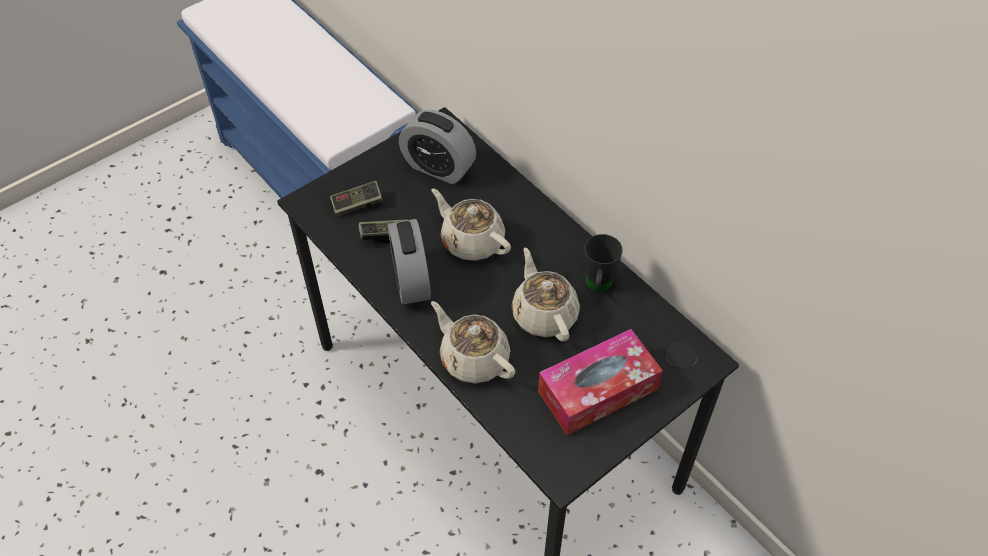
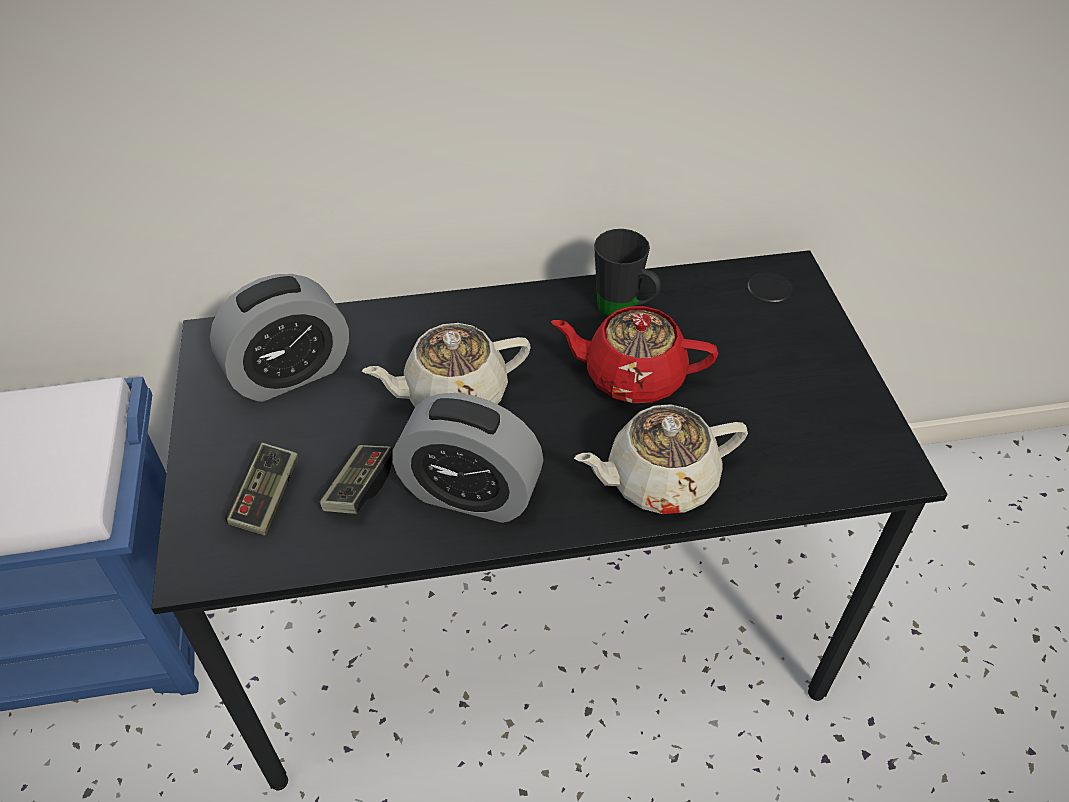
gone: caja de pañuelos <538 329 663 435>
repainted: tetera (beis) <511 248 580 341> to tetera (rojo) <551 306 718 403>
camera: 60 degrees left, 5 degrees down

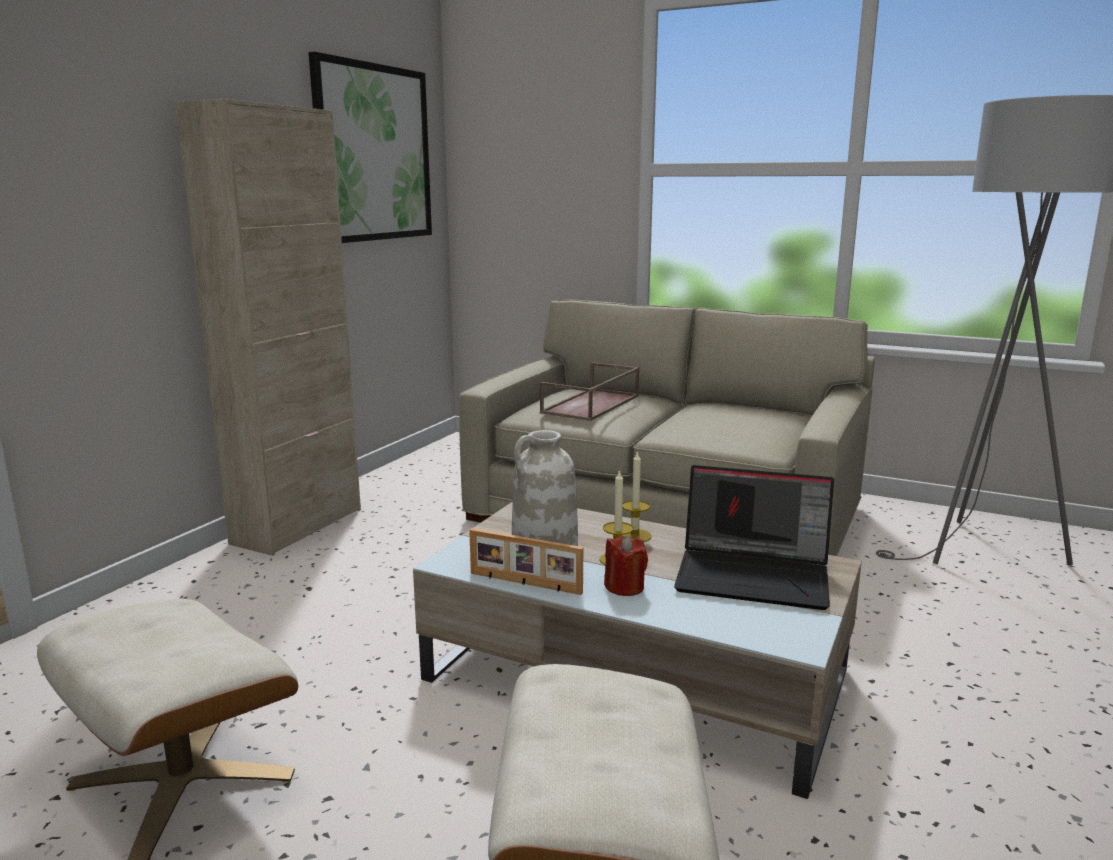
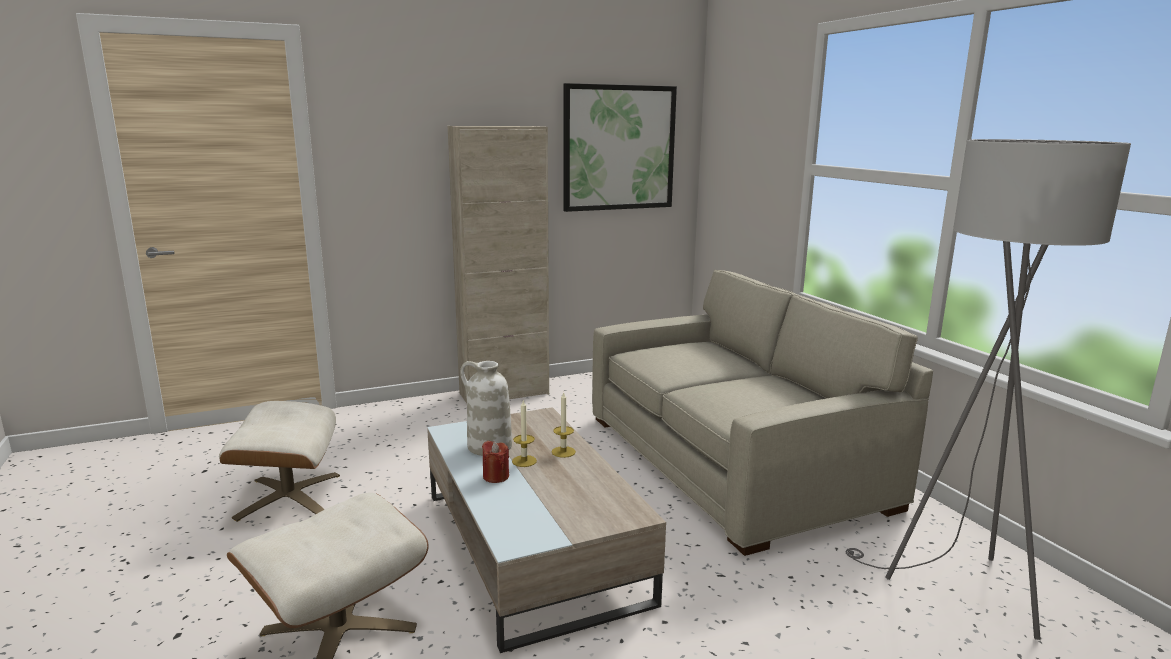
gone: bandeja (marrón) <540 362 639 421>; portátil <674 465 834 610>; portarretratos <469 528 583 595>
camera: 40 degrees right, 0 degrees up

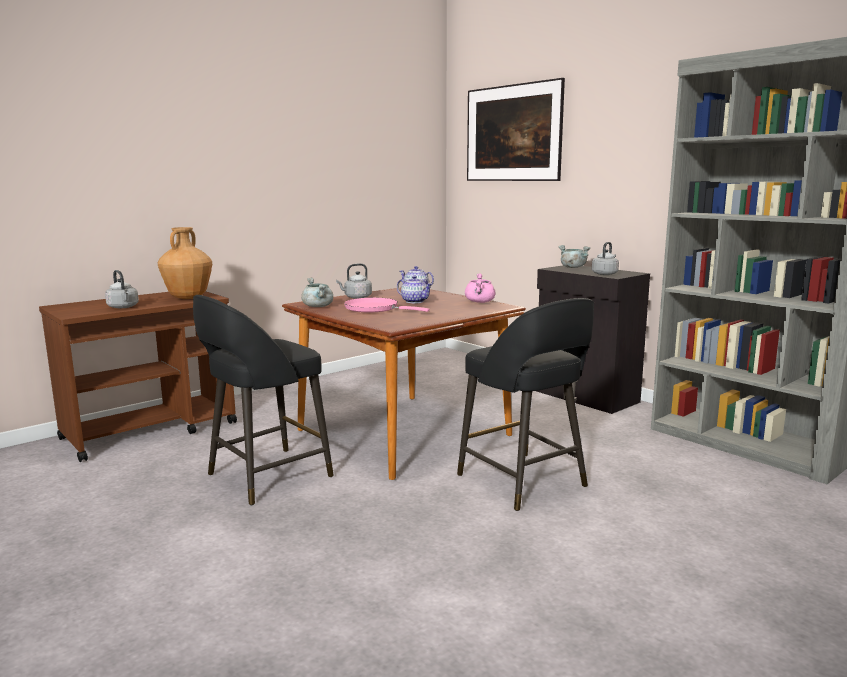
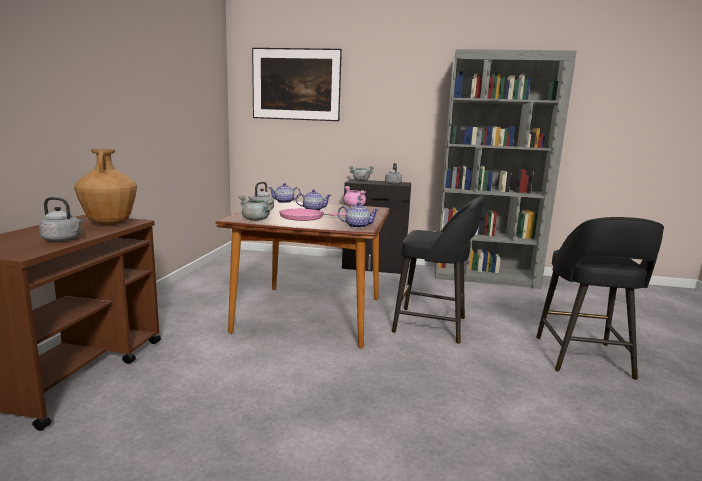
new: tetera <338 202 379 228>
shifted: taburete (negro) <193 295 334 505> to <536 217 664 380>
camera: 40 degrees left, 0 degrees up

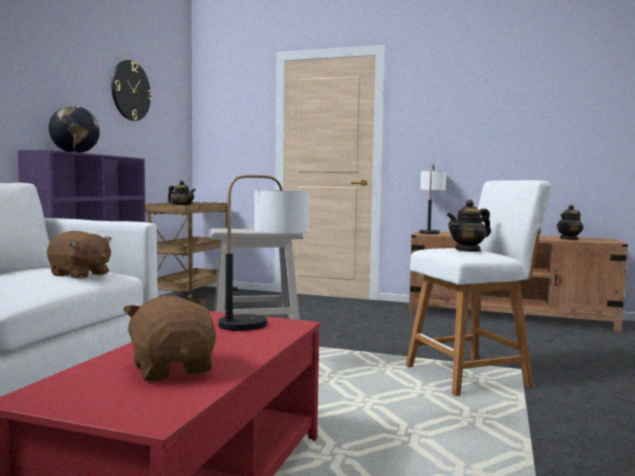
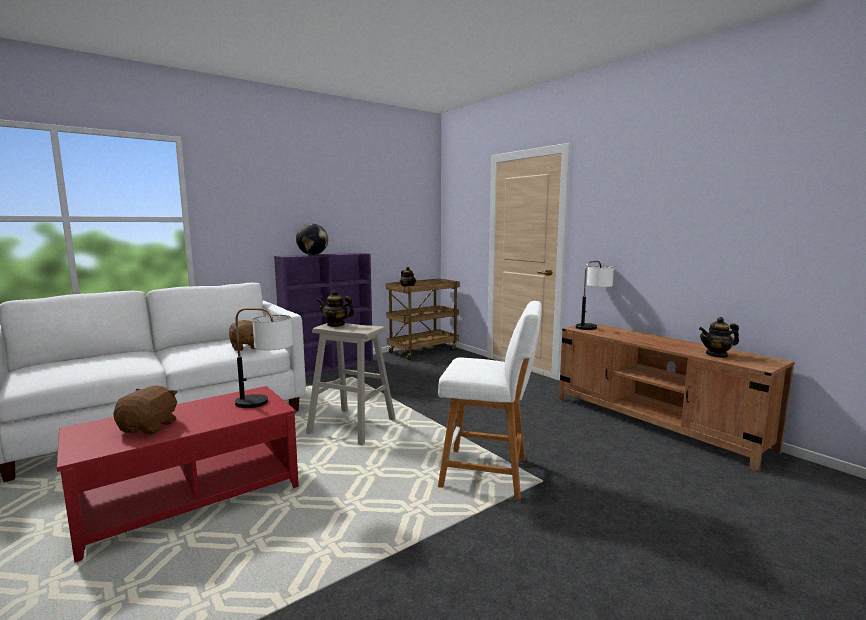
gone: reloj de pared <111 60 152 121>
shifted: tetera <447 200 491 252> to <317 290 355 327>
camera: 35 degrees right, 5 degrees up

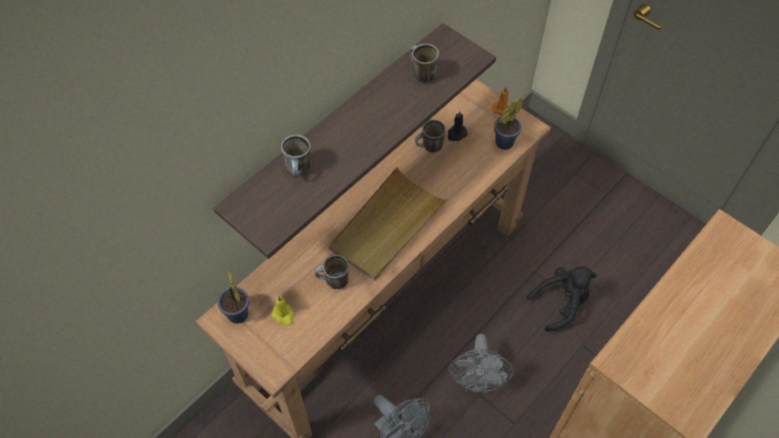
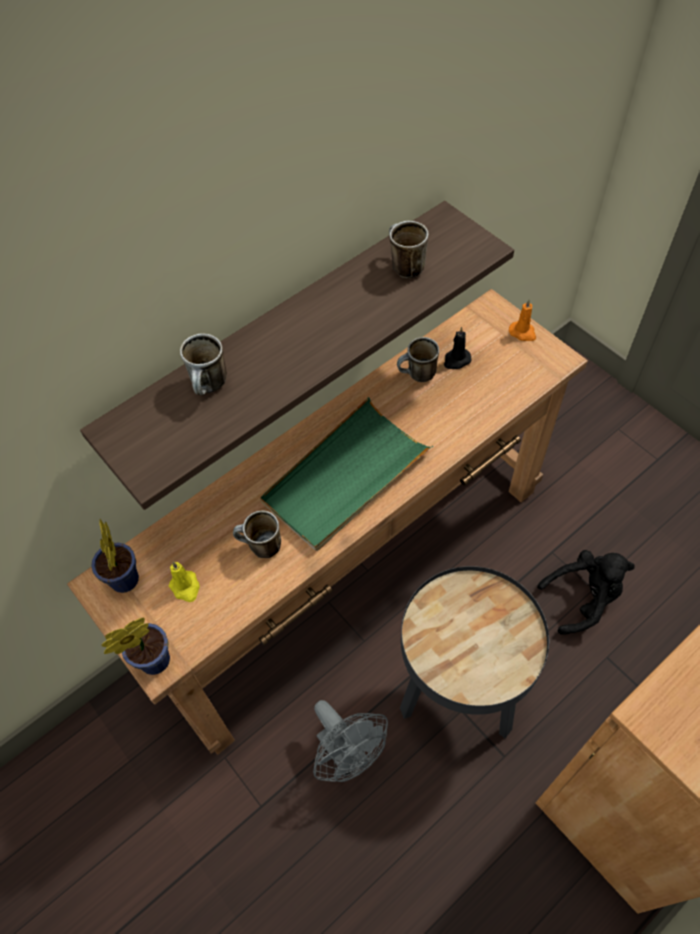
shifted: planta en maceta <494 98 523 150> to <102 617 170 675>
swapped: ventilador (gris) <448 334 514 393> to mesa auxiliar (negro) <400 566 549 738>
repainted: bandeja (beis) <329 167 448 281> to bandeja (verde) <260 397 433 551>
camera: 10 degrees right, 0 degrees up

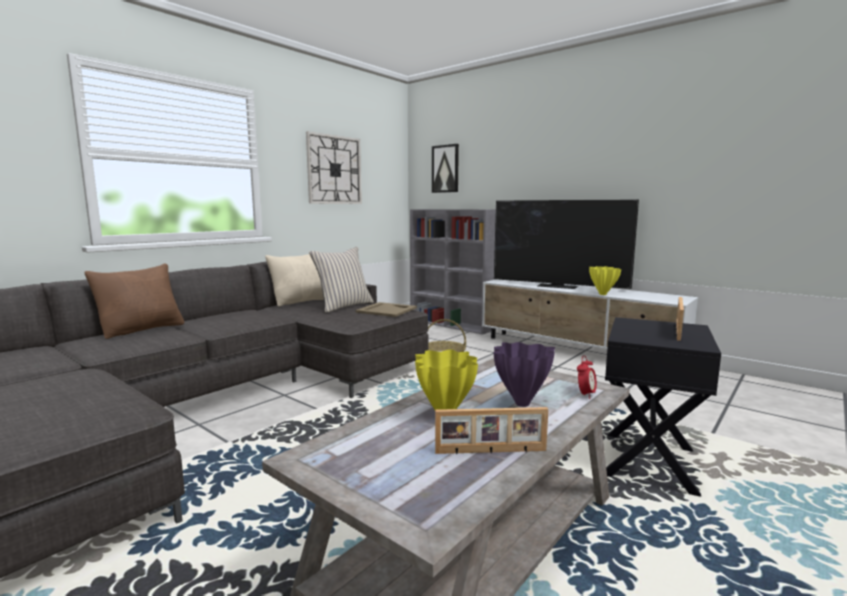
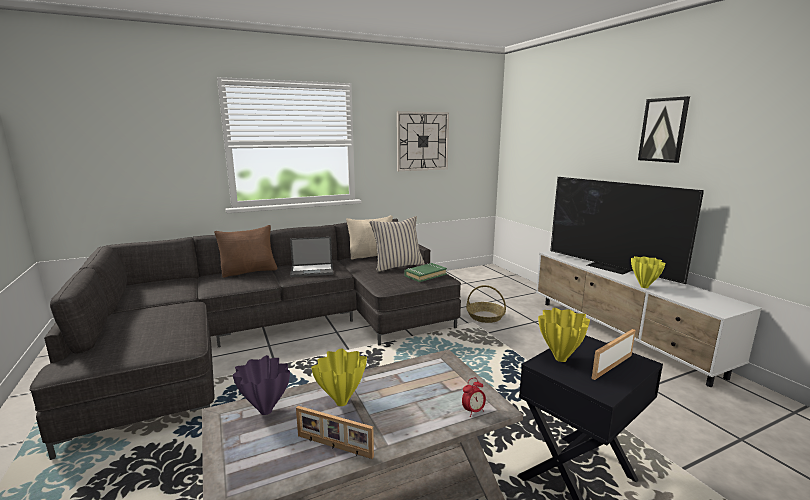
gone: estantería (gris) <410 209 496 335>
new: portátil <290 237 333 277>; florero (amarillo) <538 308 590 362>
shifted: cuadro <432 144 459 193> to <638 96 690 163>; florero (morado) <493 342 555 407> to <233 355 290 415>
swapped: bandeja (beis) <355 302 417 317> to libro (verde) <405 263 447 282>
camera: 25 degrees right, 5 degrees up

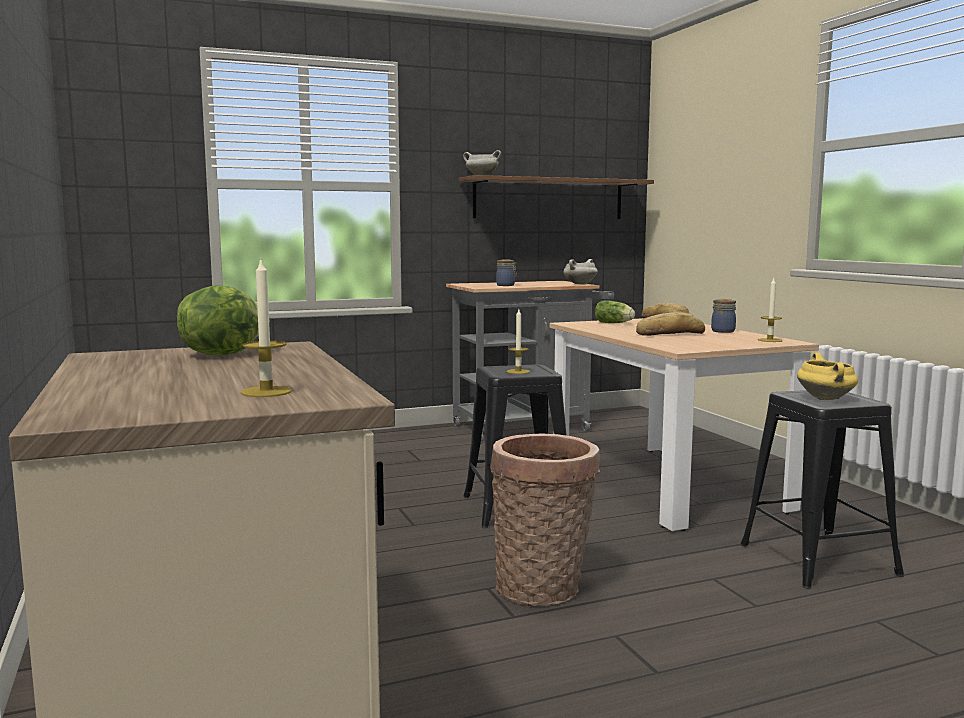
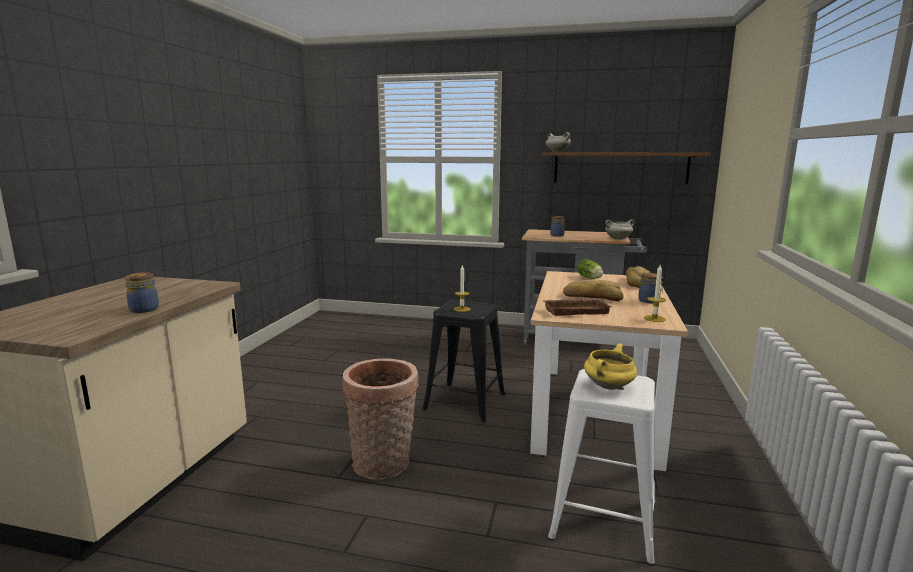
gone: vela <241 260 292 397>; lechuga <177 285 259 355>
new: tarro <125 273 159 313>; bandeja (marrón) <543 299 612 316>
repainted: taburete (negro) <740 390 904 589> to taburete (blanco) <548 369 655 566>
camera: 35 degrees right, 5 degrees up

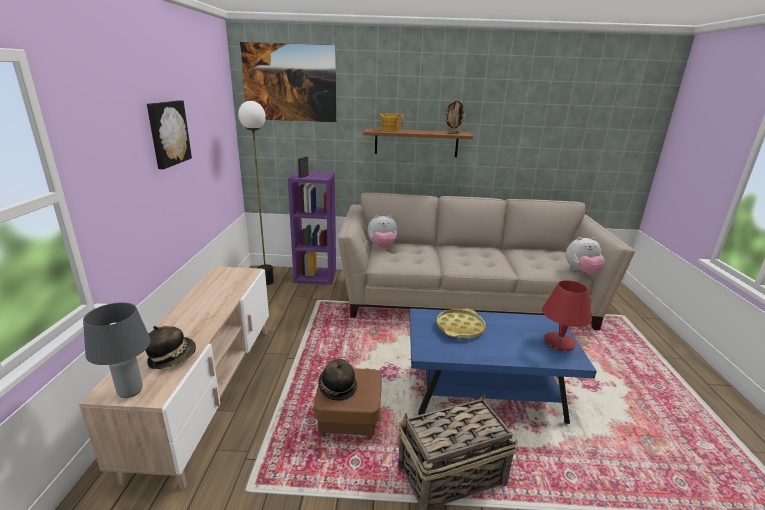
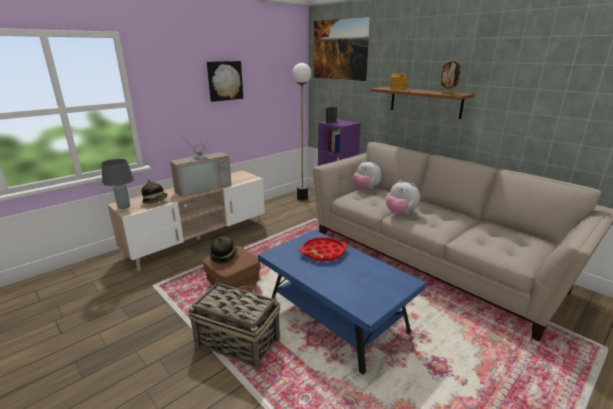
gone: lámpara de mesa (rojo) <542 280 592 351>
new: televisor <170 130 232 197>
shifted: peluche <566 237 605 274> to <386 180 420 214>
repainted: bandeja (amarillo) <437 309 486 339> to bandeja (rojo) <299 237 348 261>
camera: 45 degrees right, 0 degrees up

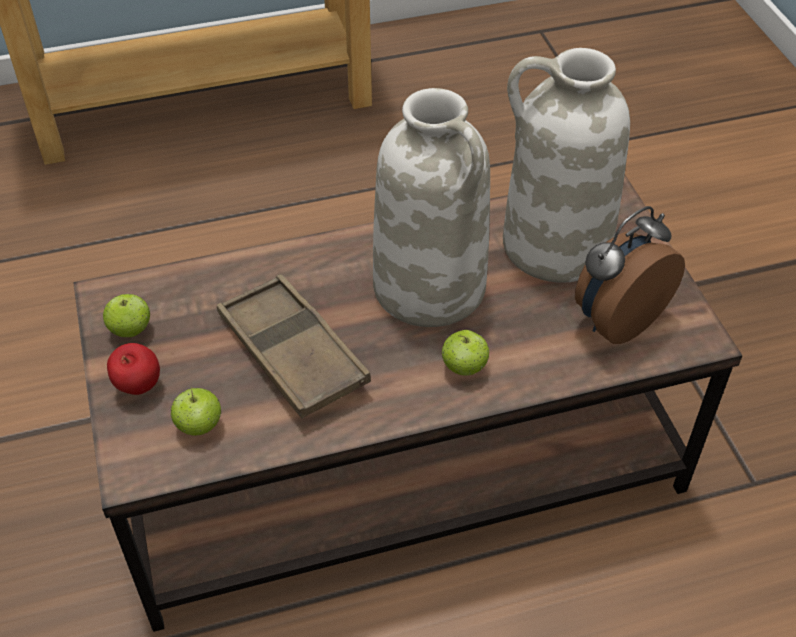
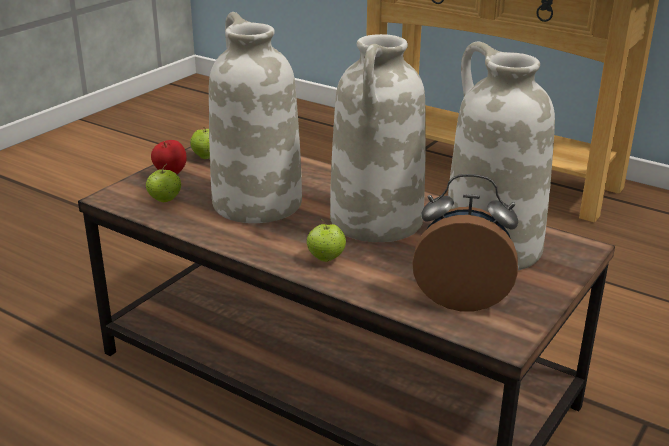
swapped: bandeja (marrón) <217 274 371 418> to florero (blanco) <209 12 302 223>
camera: 50 degrees right, 20 degrees down

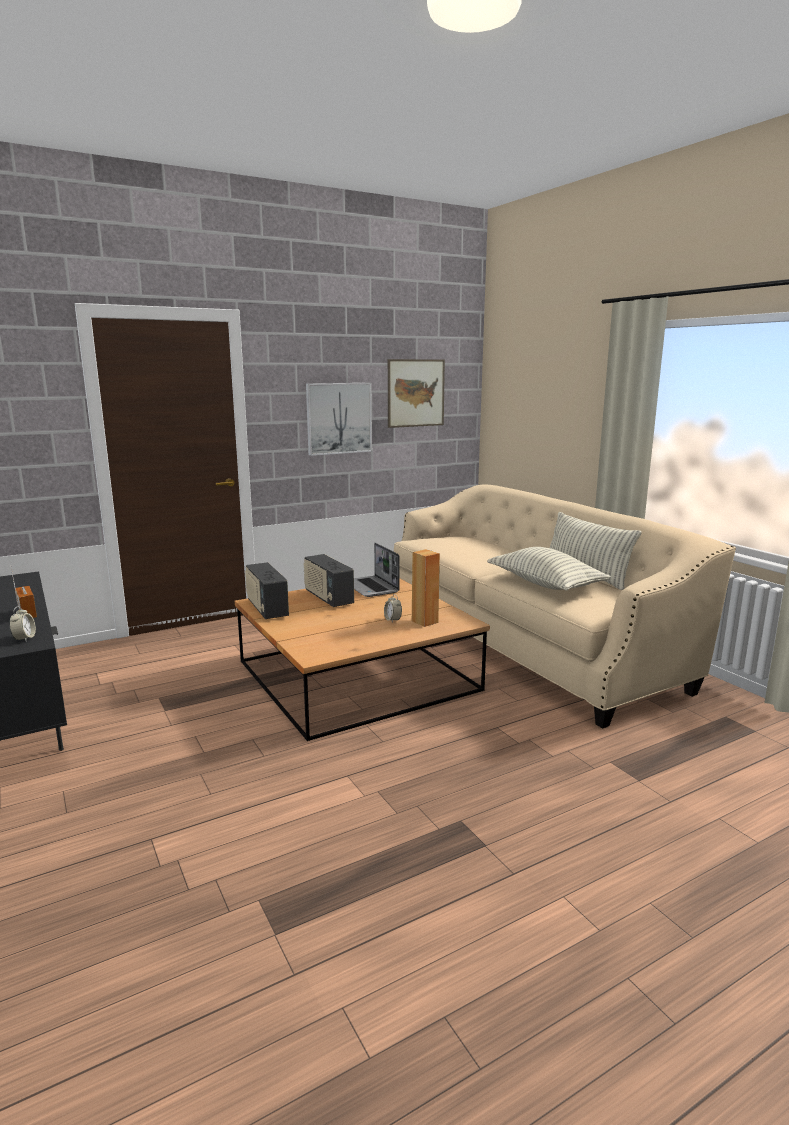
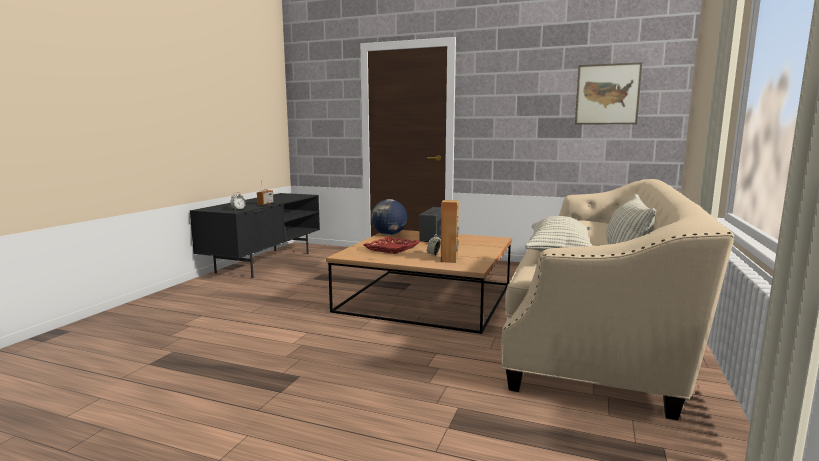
gone: cuadro <306 383 372 456>; portátil <354 543 399 597>
new: bandeja (rojo) <363 236 420 254>
swapped: radio <245 562 289 619> to globo terráqueo <371 199 407 235>
camera: 50 degrees right, 5 degrees down

